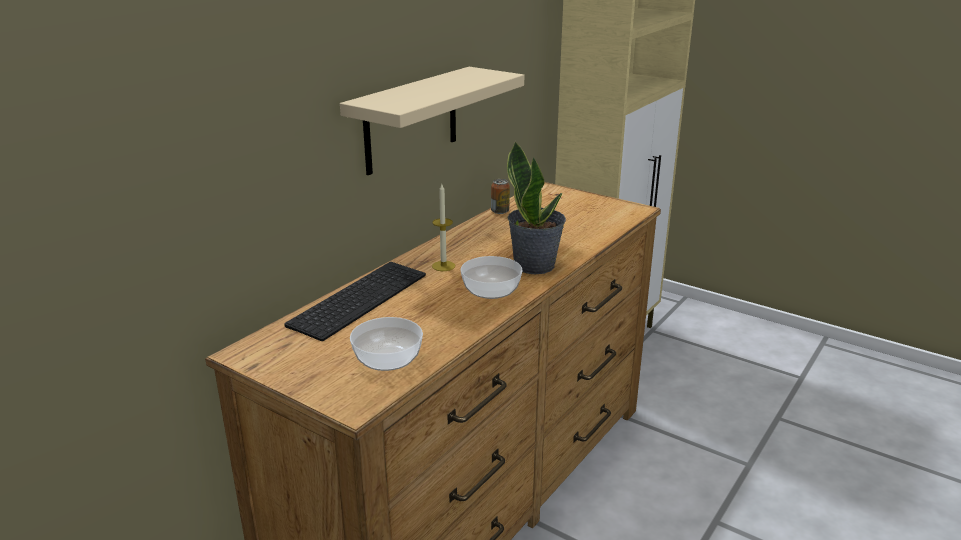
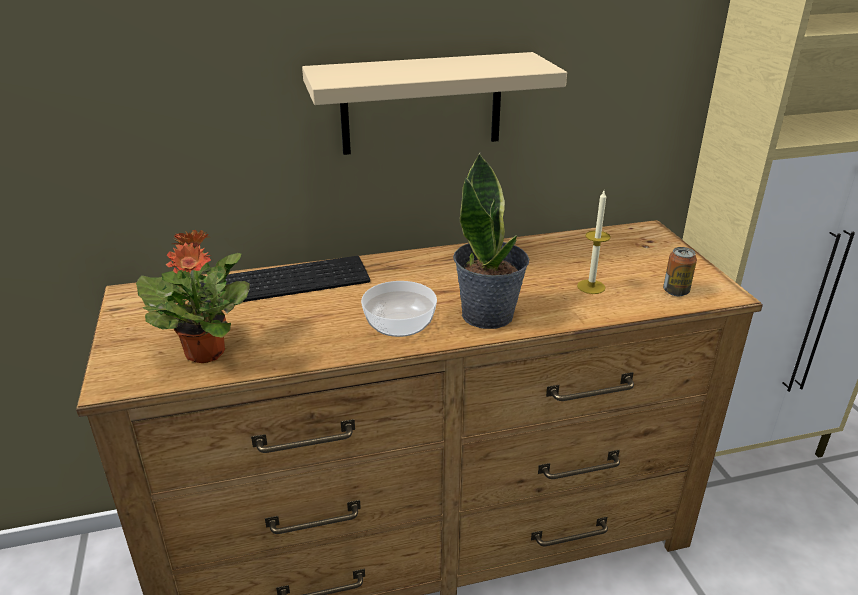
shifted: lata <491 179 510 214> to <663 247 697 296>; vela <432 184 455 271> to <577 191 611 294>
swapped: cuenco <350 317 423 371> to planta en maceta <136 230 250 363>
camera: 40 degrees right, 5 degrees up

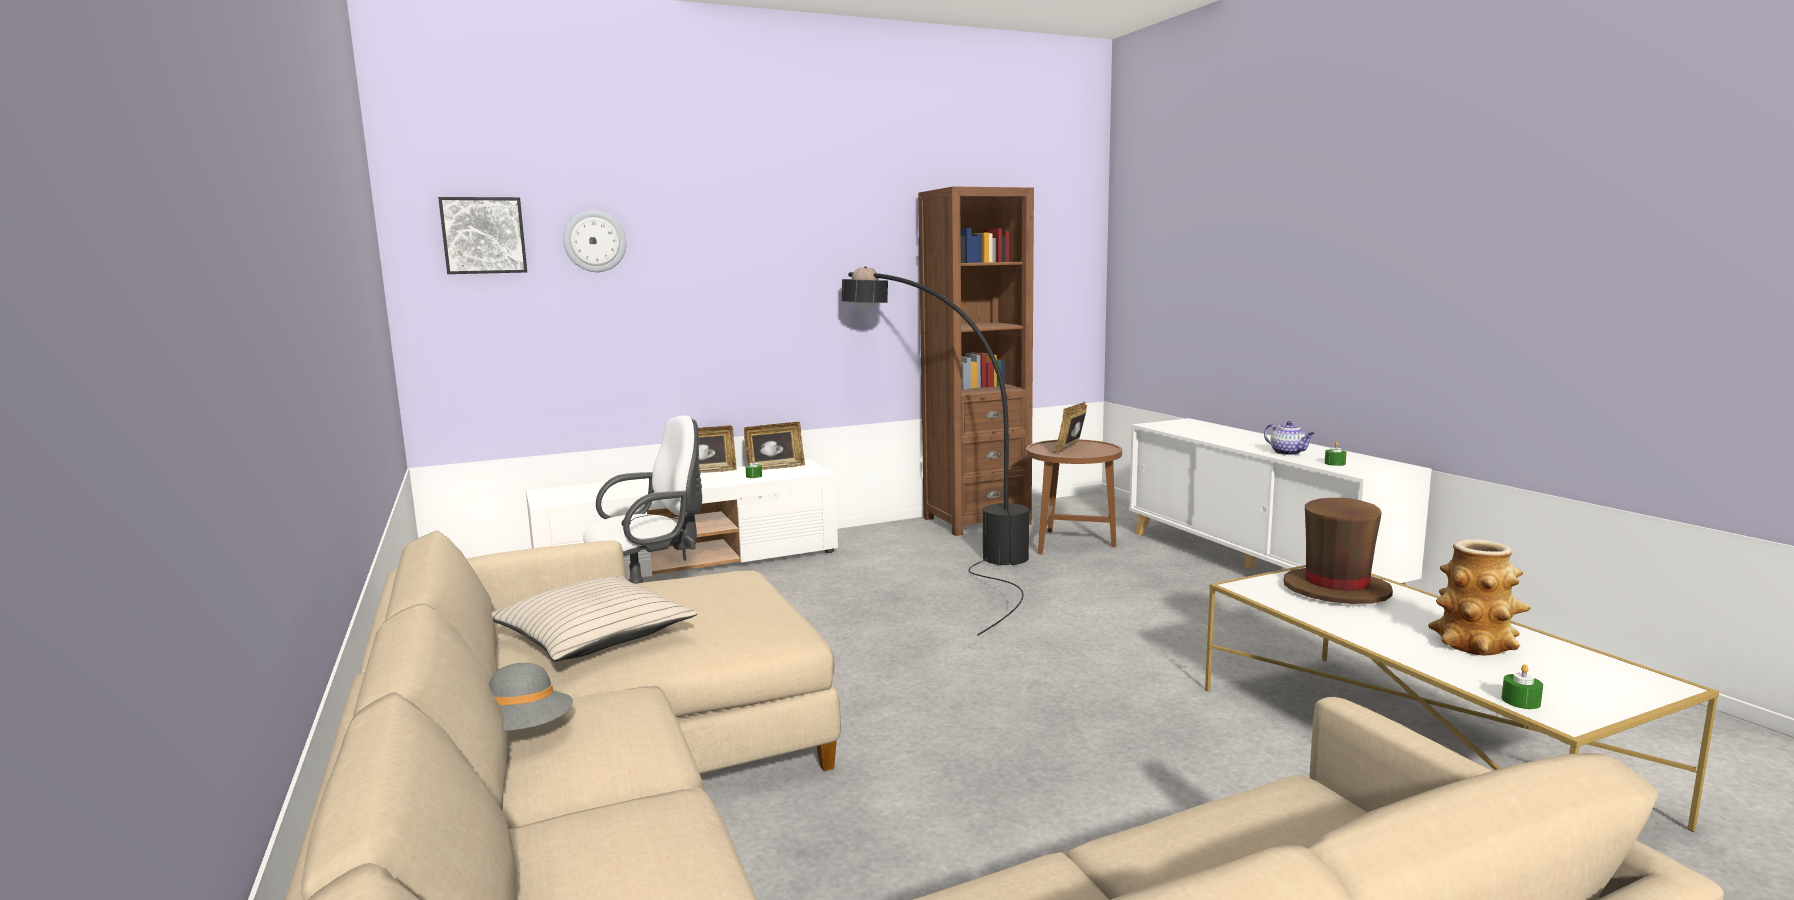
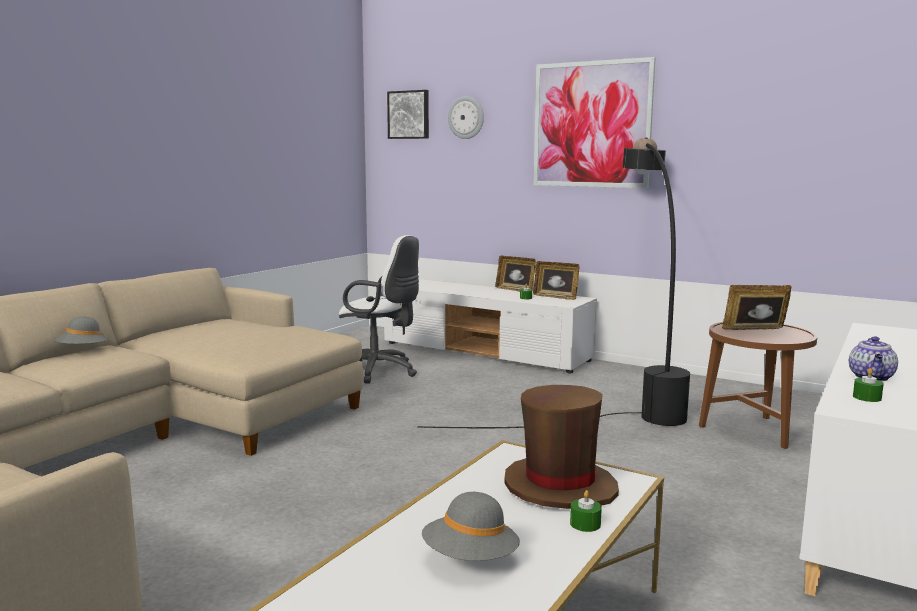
gone: estantería (marrón) <918 187 1034 536>; cojín (beis) <492 576 697 662>
new: cuadro <534 57 655 188>
shifted: vela (verde) <1501 664 1543 709> to <570 490 602 532>
swapped: florero <1428 539 1531 655> to sombrero (gris) <422 492 520 561>
camera: 55 degrees right, 0 degrees up

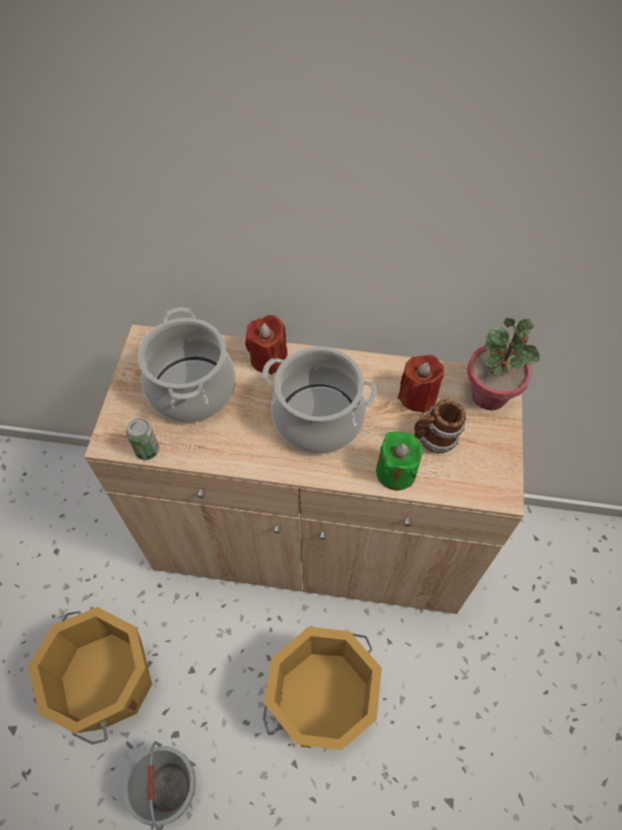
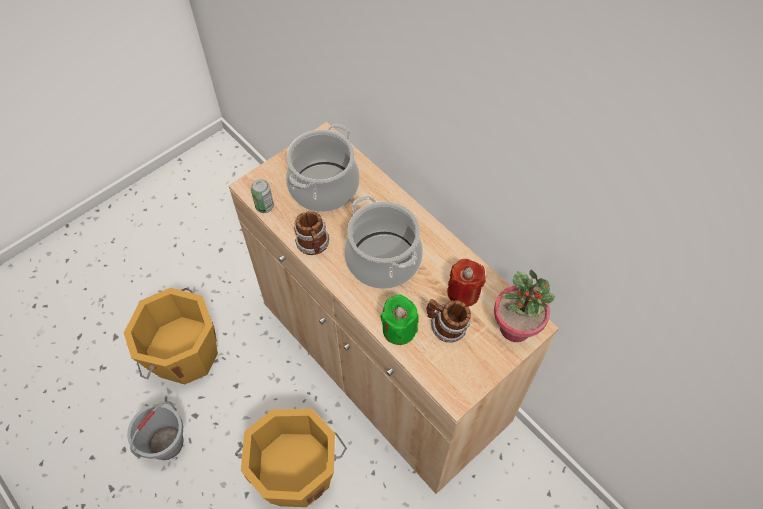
gone: vela (rojo) <245 315 288 375>
new: taza grande <294 211 329 255>
camera: 40 degrees right, 0 degrees up

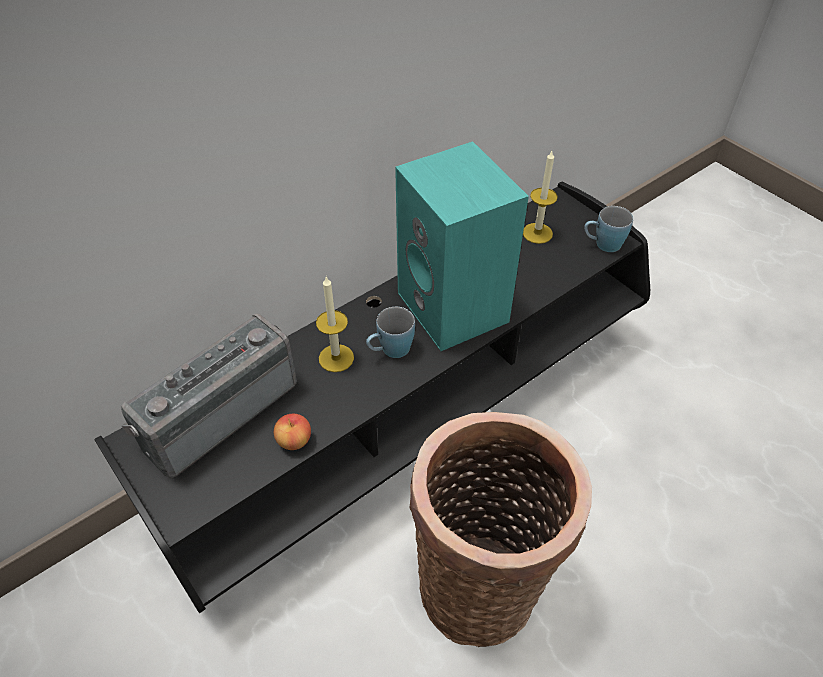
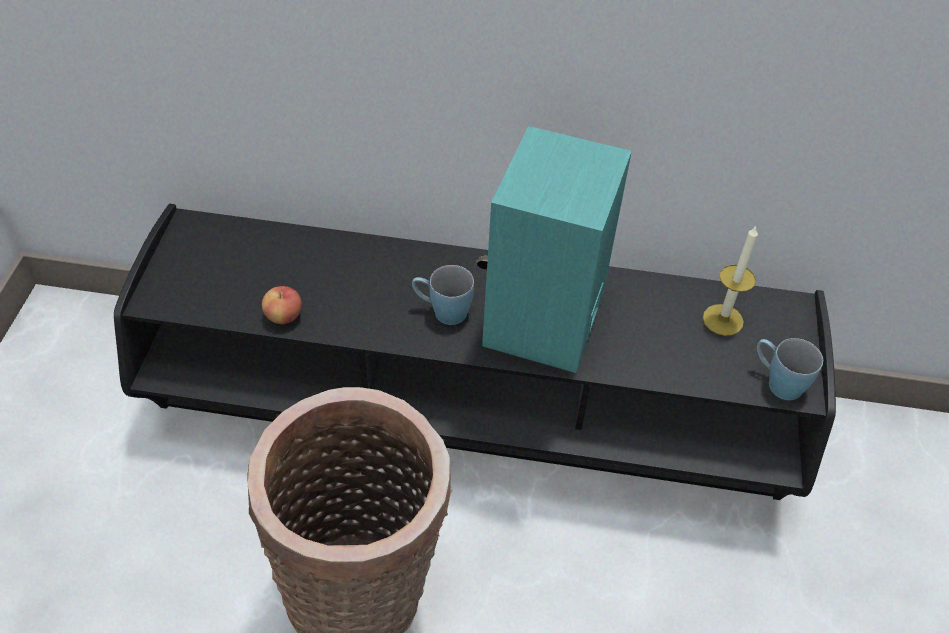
gone: vela <316 277 354 372>; radio <121 314 297 479>
camera: 45 degrees right, 0 degrees up

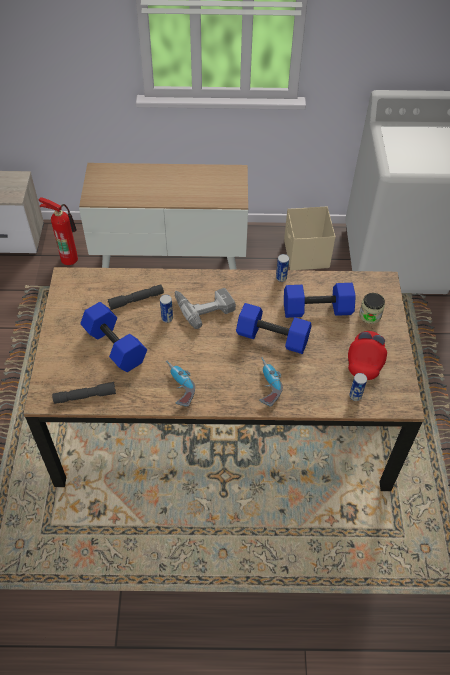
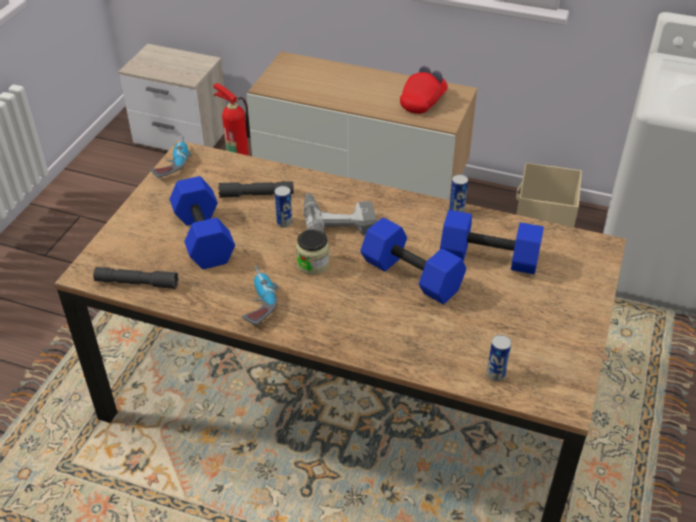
shifted: tarro <359 293 385 324> to <296 230 329 275>; gorra (rojo) <348 331 387 380> to <400 66 448 114>; taladro <259 357 283 407> to <151 136 192 178>
camera: 20 degrees right, 10 degrees down

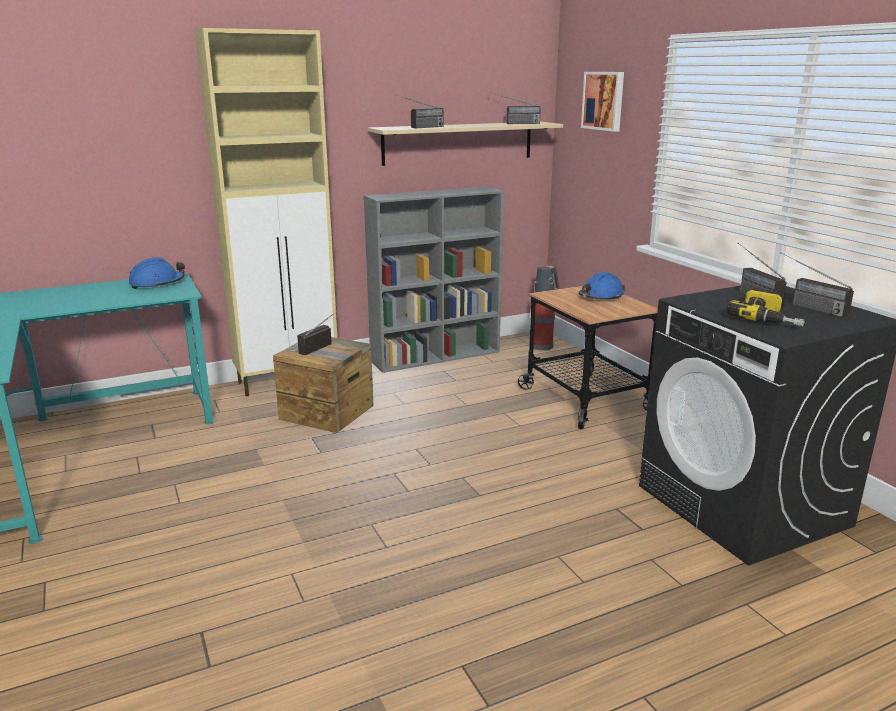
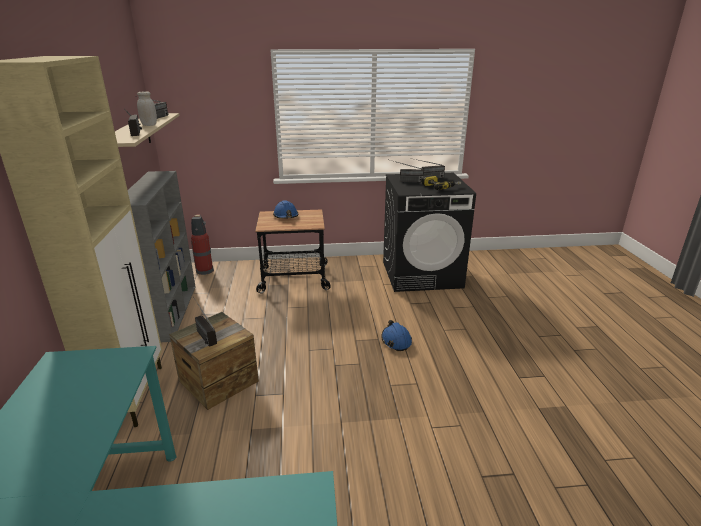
gone: cuadro <581 72 624 132>
new: tarro (blanco) <137 91 157 126>
shifted: casco (azul) <129 257 185 289> to <381 320 412 351>
camera: 70 degrees left, 5 degrees up

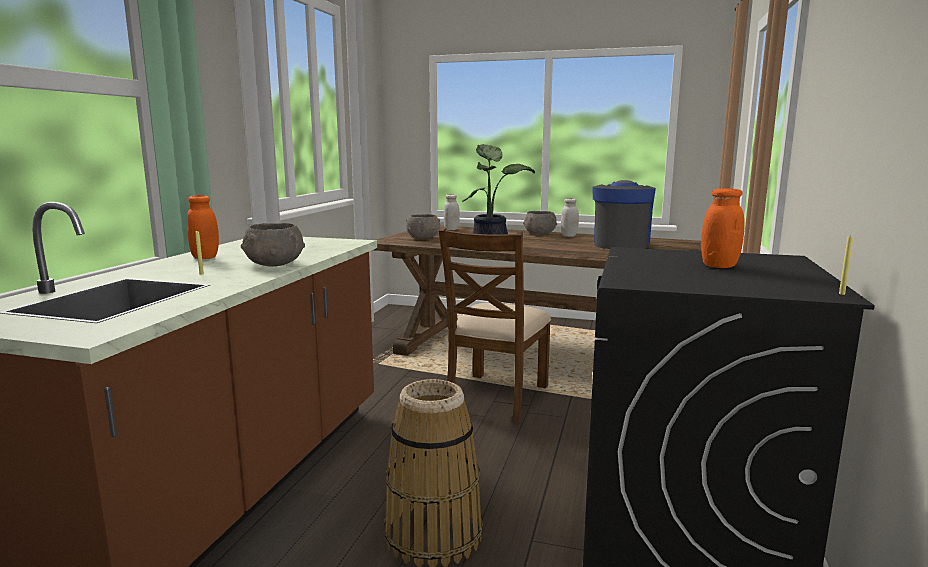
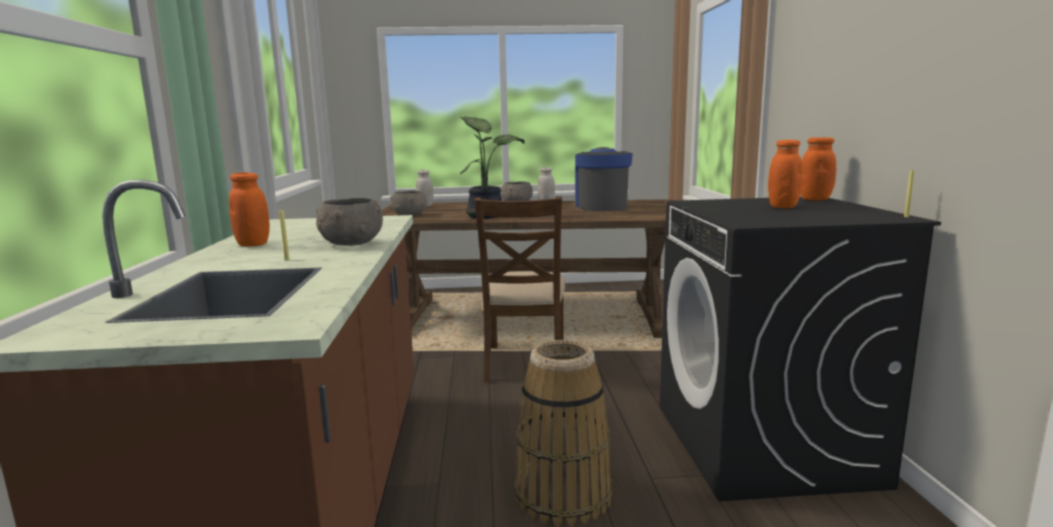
new: tarro (naranja) <800 137 836 200>
camera: 20 degrees left, 0 degrees up

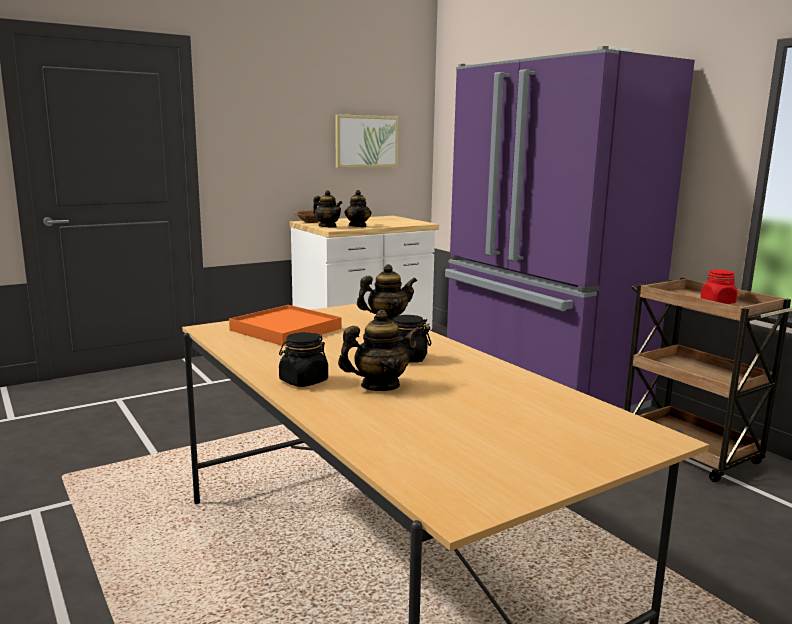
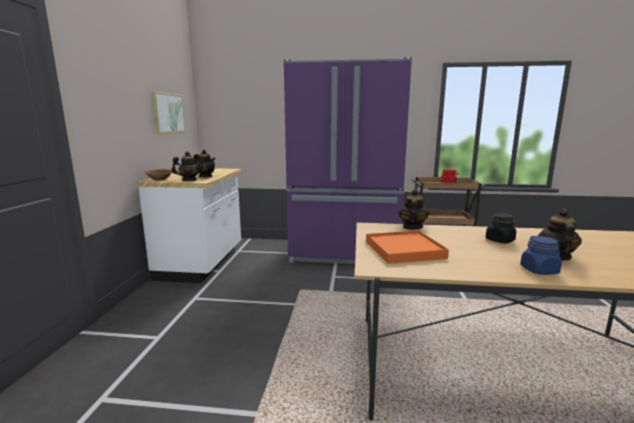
repainted: tarro (negro) <279 332 328 387> to tarro (azul) <520 236 562 275>
camera: 50 degrees left, 0 degrees up

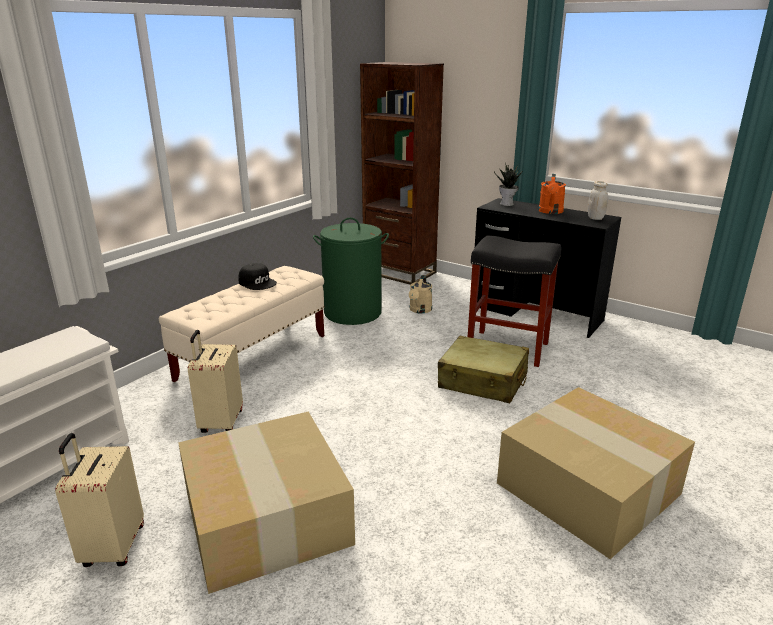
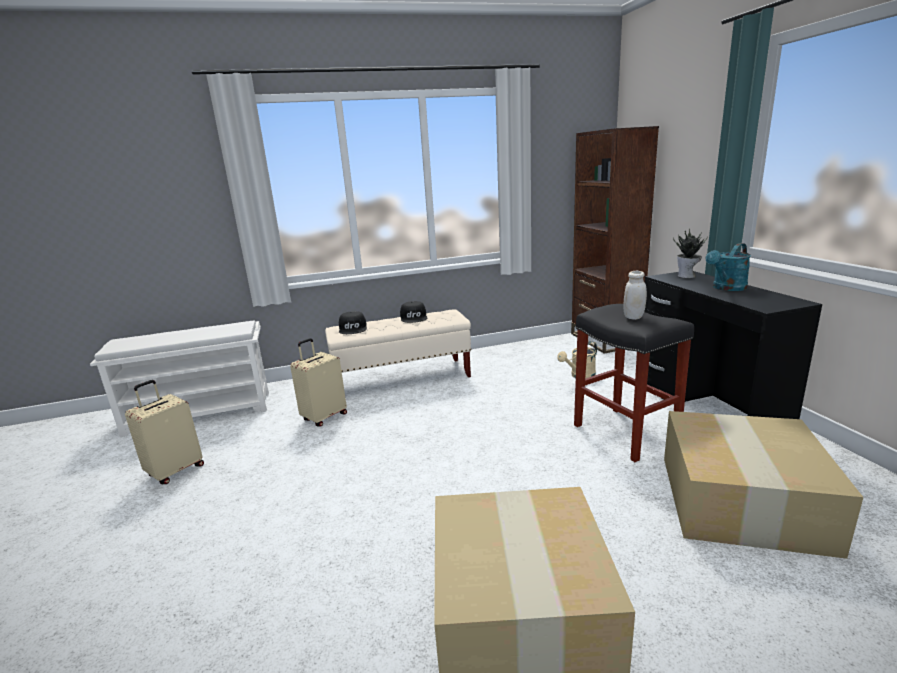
gone: cesto de la ropa (verde) <313 218 389 325>; maleta (beis) <438 336 529 403>
new: gorra (negro) <339 311 367 334>
shifted: tarro (blanco) <588 181 608 220> to <623 271 647 320>; caja de cartón <178 411 355 594> to <664 411 863 559>
repainted: regadera (naranja) <539 174 566 214> to regadera (turquesa) <706 243 751 291>
camera: 40 degrees right, 5 degrees down

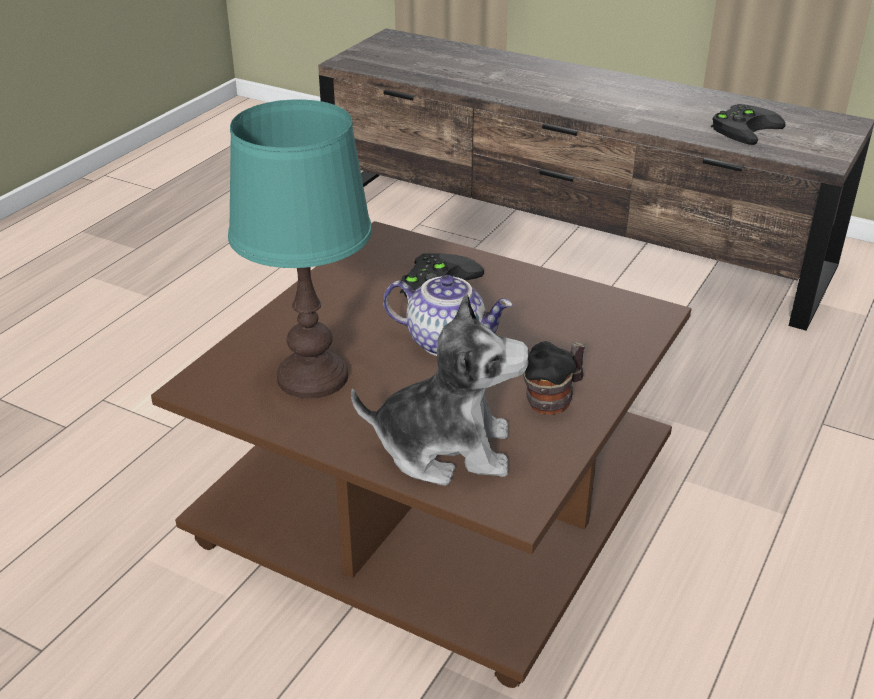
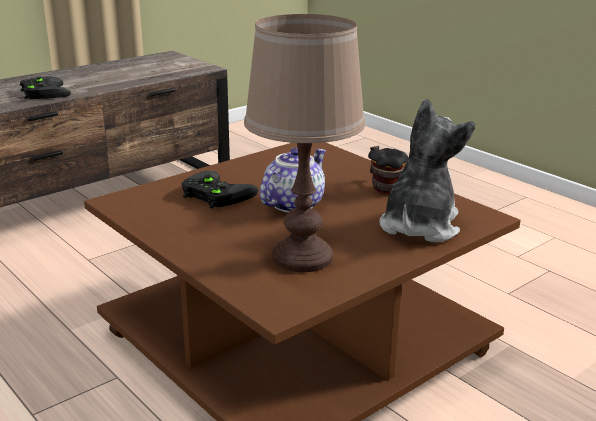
shifted: mando de consola (negro) <711 104 786 145> to <20 76 71 99>
repainted: lámpara de mesa (turquesa) <228 99 372 399> to lámpara de mesa (marrón) <244 14 365 272>
camera: 70 degrees left, 10 degrees down

